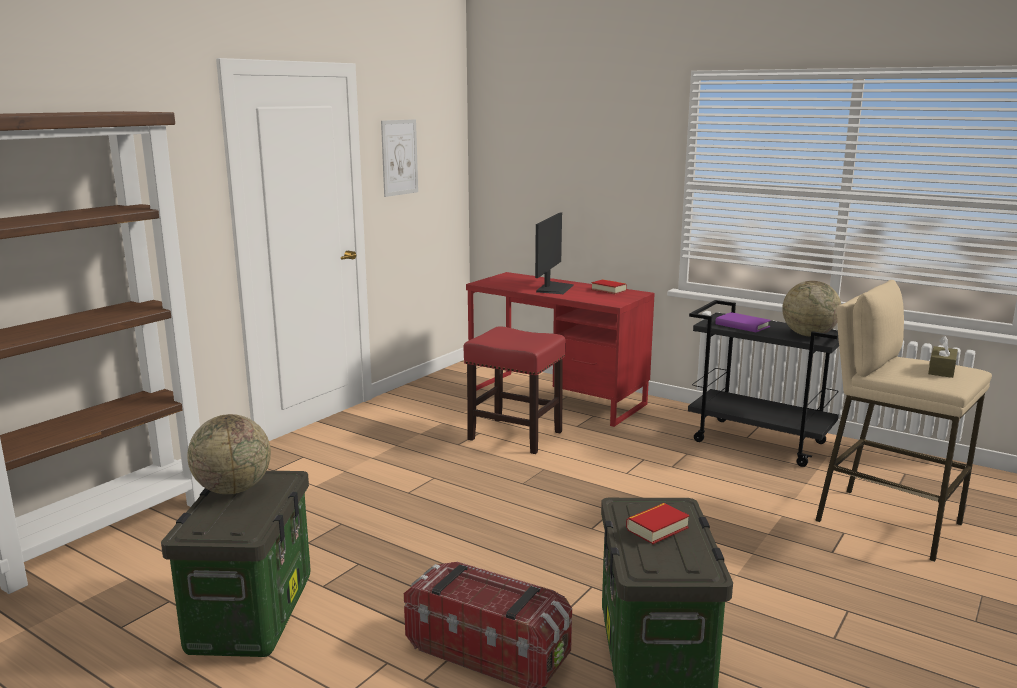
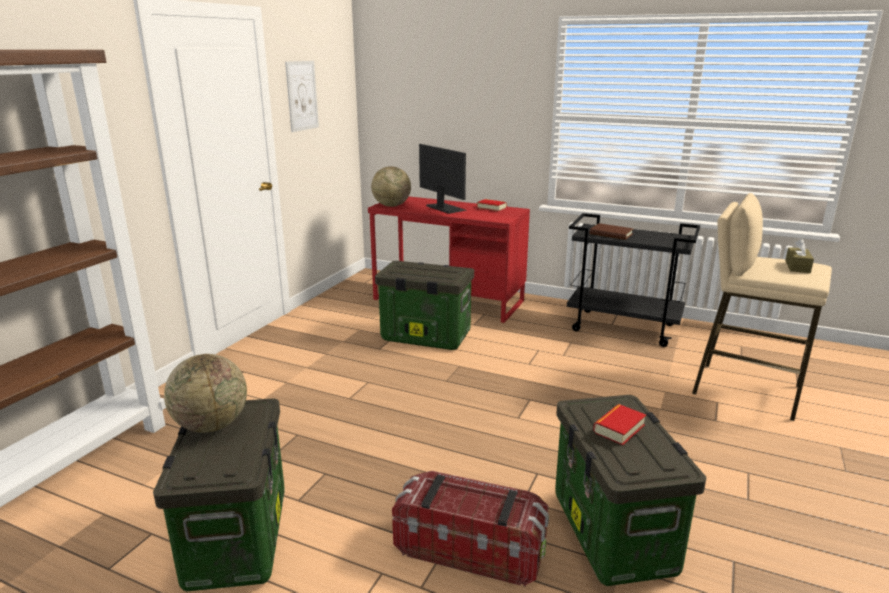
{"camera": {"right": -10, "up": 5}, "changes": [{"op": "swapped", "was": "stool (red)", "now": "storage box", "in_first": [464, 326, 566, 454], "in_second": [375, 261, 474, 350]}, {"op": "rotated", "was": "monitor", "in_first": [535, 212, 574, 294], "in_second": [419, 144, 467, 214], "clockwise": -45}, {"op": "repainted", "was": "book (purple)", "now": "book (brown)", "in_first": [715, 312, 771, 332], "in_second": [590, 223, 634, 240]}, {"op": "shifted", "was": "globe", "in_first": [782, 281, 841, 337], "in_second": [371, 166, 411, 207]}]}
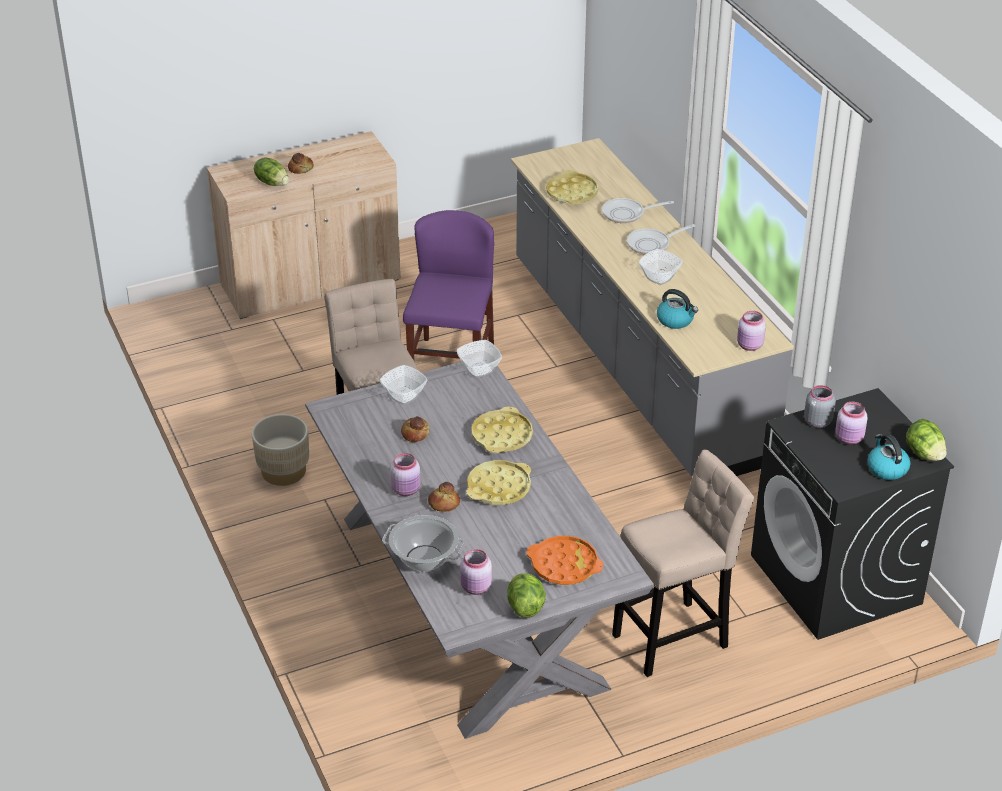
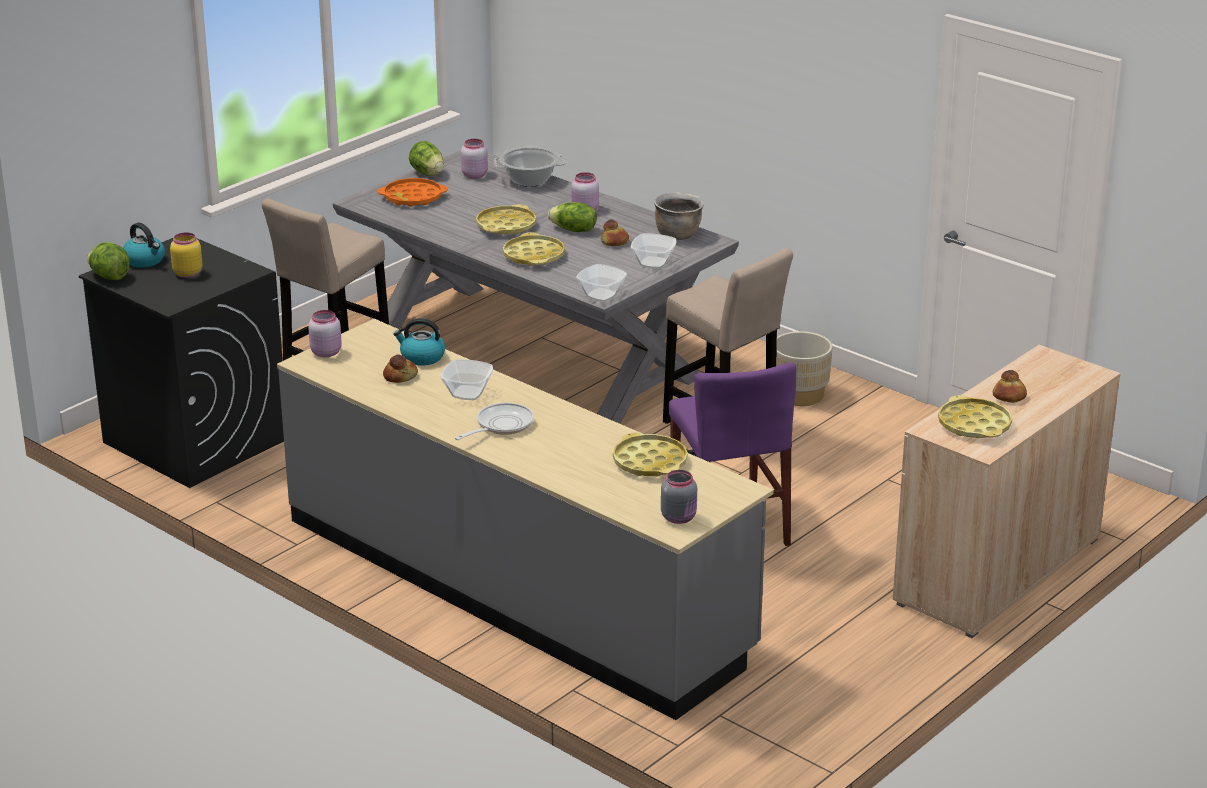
{"camera": {"right": 155, "up": -10}, "changes": [{"op": "shifted", "was": "lettuce", "in_first": [254, 157, 289, 186], "in_second": [548, 202, 597, 232]}, {"op": "shifted", "was": "bread", "in_first": [428, 482, 460, 512], "in_second": [383, 354, 418, 383]}, {"op": "gone", "was": "frying pan", "in_first": [602, 198, 674, 223]}, {"op": "shifted", "was": "jar (grey)", "in_first": [804, 385, 836, 428], "in_second": [661, 470, 697, 524]}, {"op": "repainted", "was": "jar (pink)", "now": "jar (yellow)", "in_first": [835, 402, 868, 445], "in_second": [170, 232, 203, 278]}, {"op": "new", "now": "cooking pot (brown)", "in_second": [654, 193, 704, 240]}, {"op": "new", "now": "tray (yellow)", "in_second": [938, 395, 1012, 438]}]}
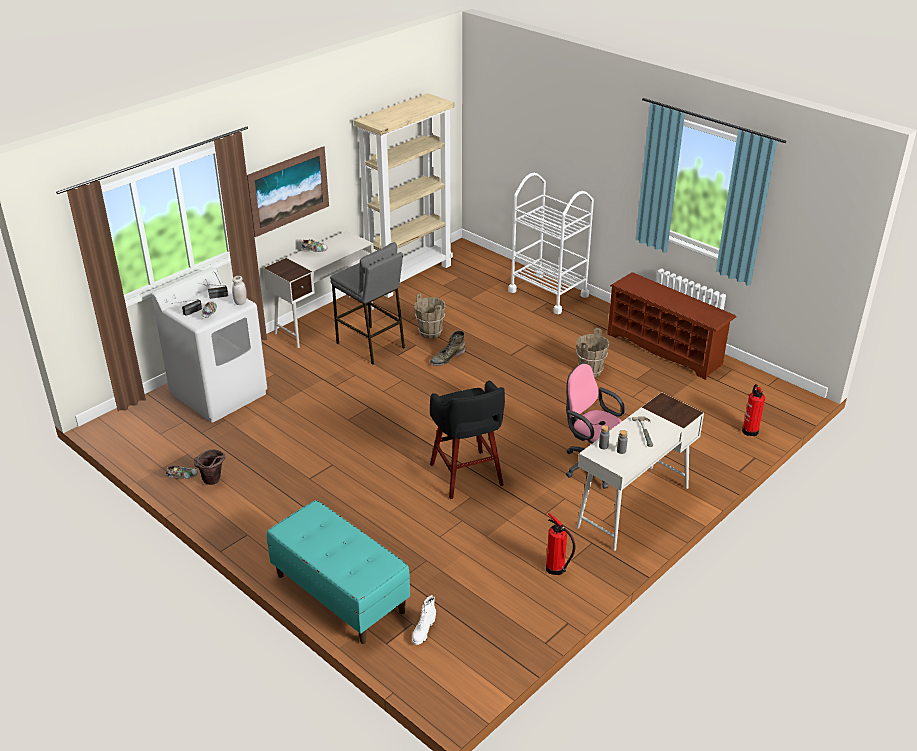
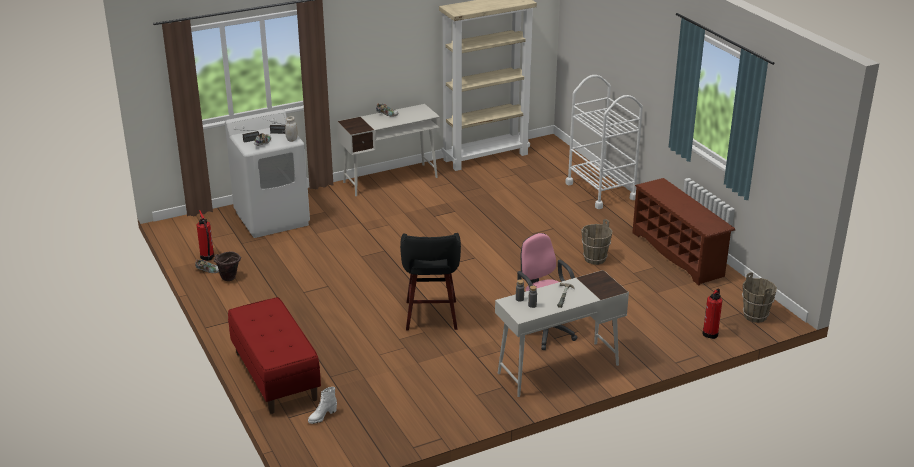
{"camera": {"right": 20, "up": -5}, "changes": [{"op": "gone", "was": "picture", "in_first": [247, 146, 329, 237]}, {"op": "repainted", "was": "bench (turquoise)", "now": "bench (red)", "in_first": [267, 500, 410, 644], "in_second": [228, 297, 321, 414]}, {"op": "gone", "was": "stool (grey)", "in_first": [330, 242, 405, 365]}, {"op": "shifted", "was": "bucket (brown)", "in_first": [414, 293, 445, 339], "in_second": [742, 272, 777, 323]}, {"op": "gone", "was": "boot (green)", "in_first": [430, 331, 465, 366]}, {"op": "shifted", "was": "fire extinguisher", "in_first": [546, 513, 575, 575], "in_second": [197, 210, 214, 261]}]}
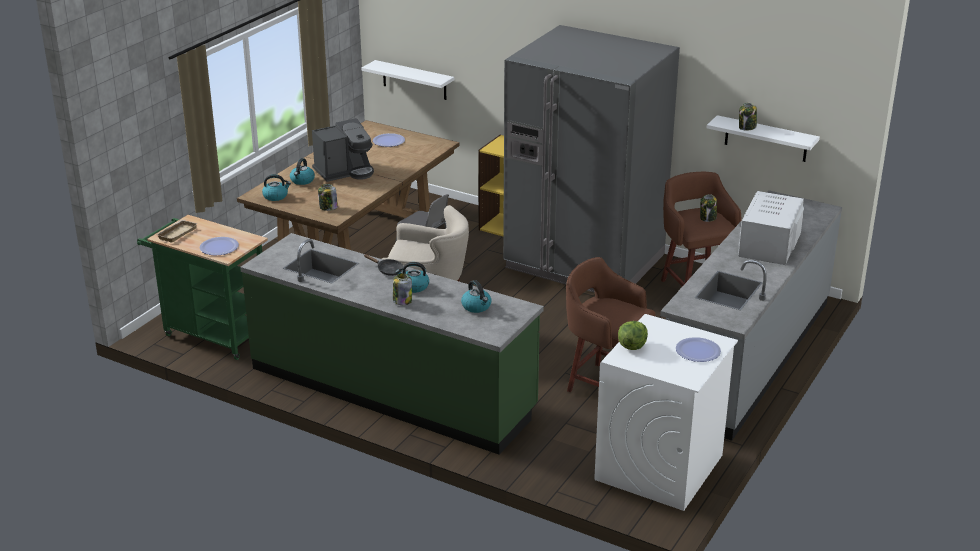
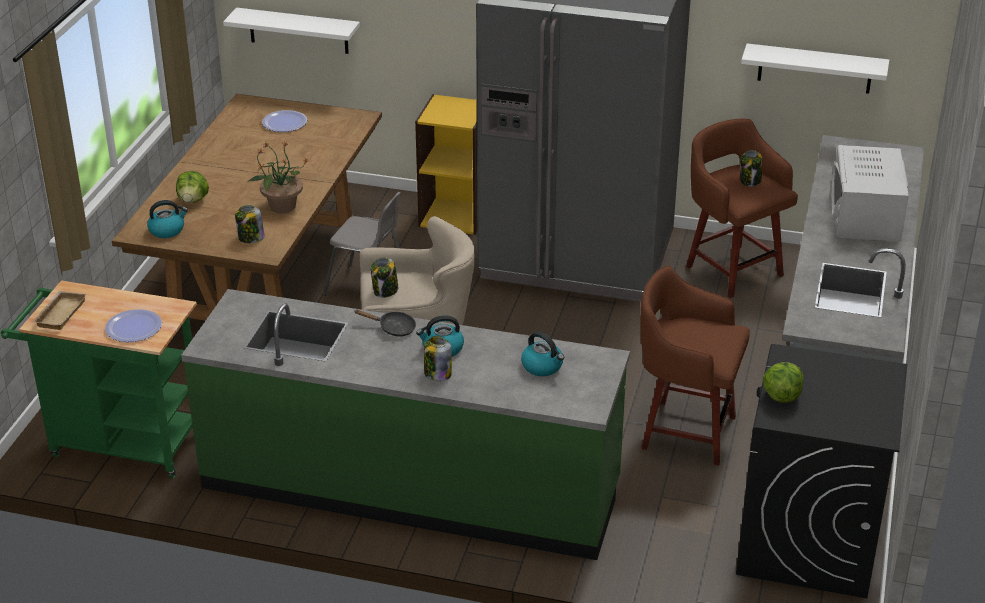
{"camera": {"right": -15, "up": 5}, "changes": [{"op": "swapped", "was": "kettle", "now": "lettuce", "in_first": [290, 158, 315, 185], "in_second": [176, 171, 209, 203]}, {"op": "gone", "was": "coffee machine", "in_first": [312, 118, 374, 182]}, {"op": "repainted", "was": "washing machine (white)", "now": "washing machine (black)", "in_first": [594, 314, 738, 511], "in_second": [736, 344, 907, 598]}, {"op": "gone", "was": "plate", "in_first": [676, 337, 721, 362]}, {"op": "shifted", "was": "jar", "in_first": [739, 103, 757, 131], "in_second": [371, 257, 398, 298]}, {"op": "new", "now": "potted plant", "in_second": [248, 141, 309, 213]}]}
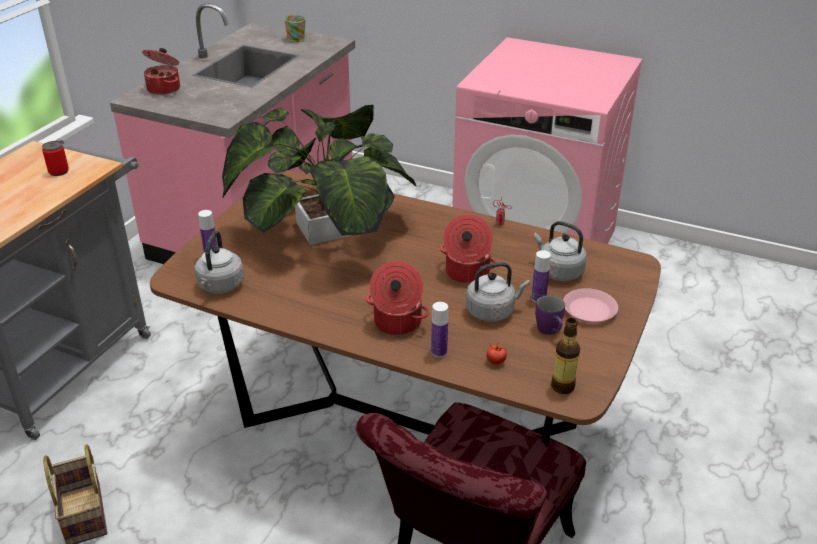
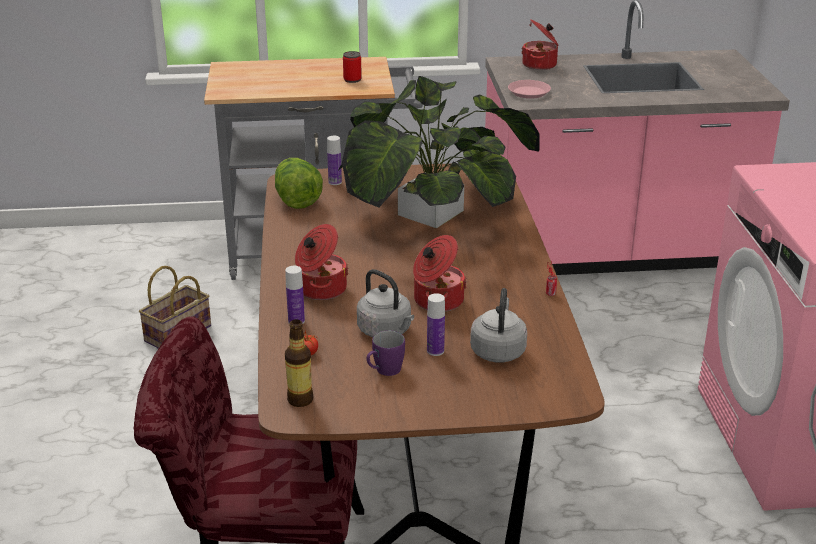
{"camera": {"right": 60, "up": -5}, "changes": [{"op": "swapped", "was": "kettle (grey)", "now": "lettuce", "in_first": [195, 231, 244, 294], "in_second": [275, 158, 323, 209]}, {"op": "gone", "was": "mug", "in_first": [284, 15, 306, 42]}, {"op": "shifted", "was": "plate (pink)", "in_first": [563, 288, 618, 323], "in_second": [508, 80, 551, 99]}]}
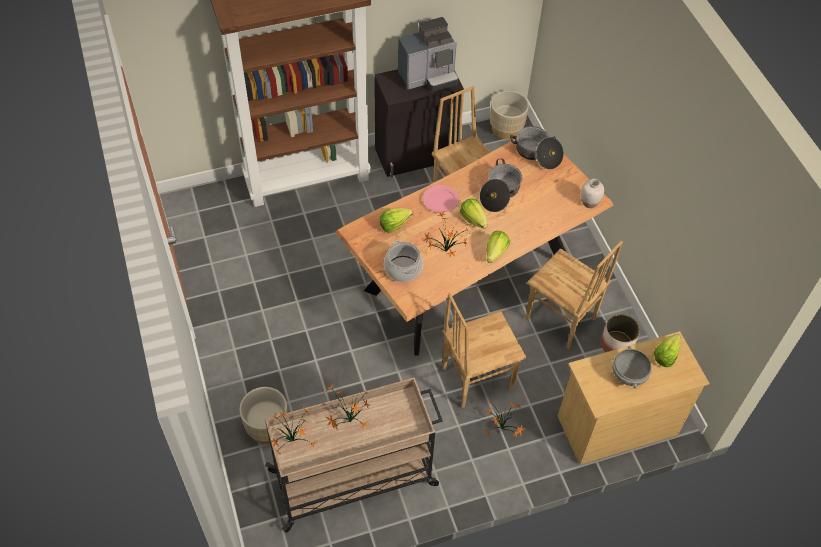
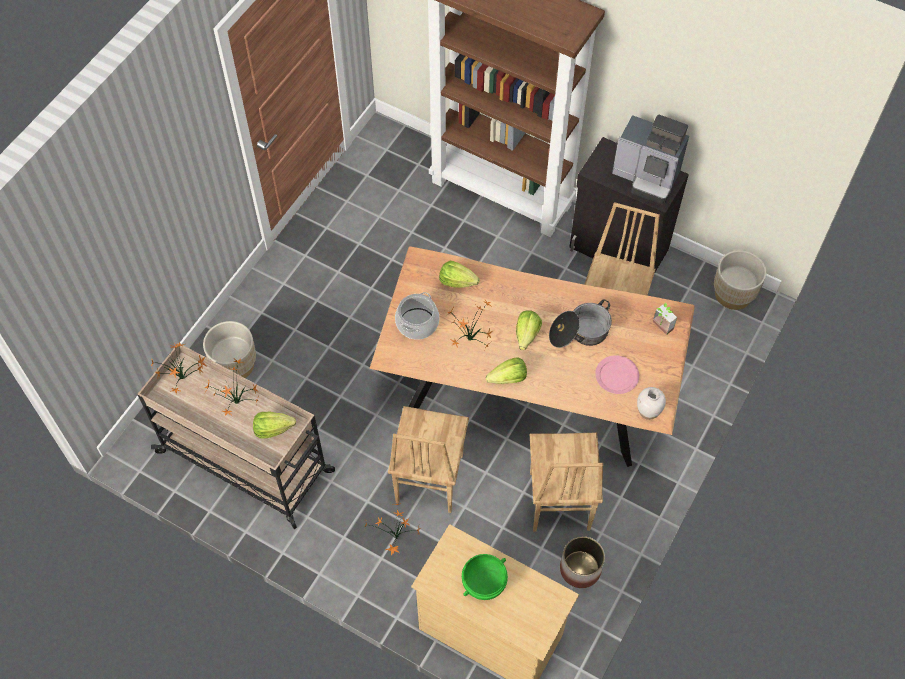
{"camera": {"right": 50, "up": 5}, "changes": [{"op": "shifted", "was": "plate (pink)", "in_first": [423, 185, 459, 213], "in_second": [595, 355, 639, 394]}, {"op": "rotated", "was": "chair (brown)", "in_first": [443, 293, 526, 408], "in_second": [388, 406, 469, 513], "clockwise": -105}, {"op": "swapped", "was": "cooking pot", "now": "potted plant", "in_first": [510, 126, 564, 170], "in_second": [653, 302, 677, 335]}, {"op": "repainted", "was": "bowl (grey)", "now": "bowl (green)", "in_first": [612, 346, 652, 389], "in_second": [462, 554, 508, 600]}, {"op": "shifted", "was": "lettuce", "in_first": [654, 334, 680, 367], "in_second": [253, 412, 296, 439]}]}
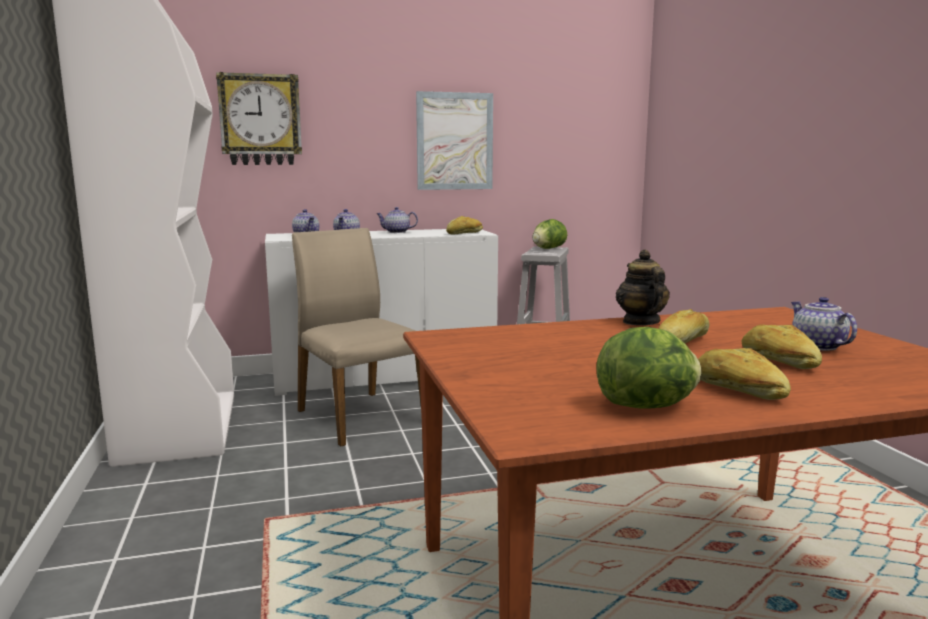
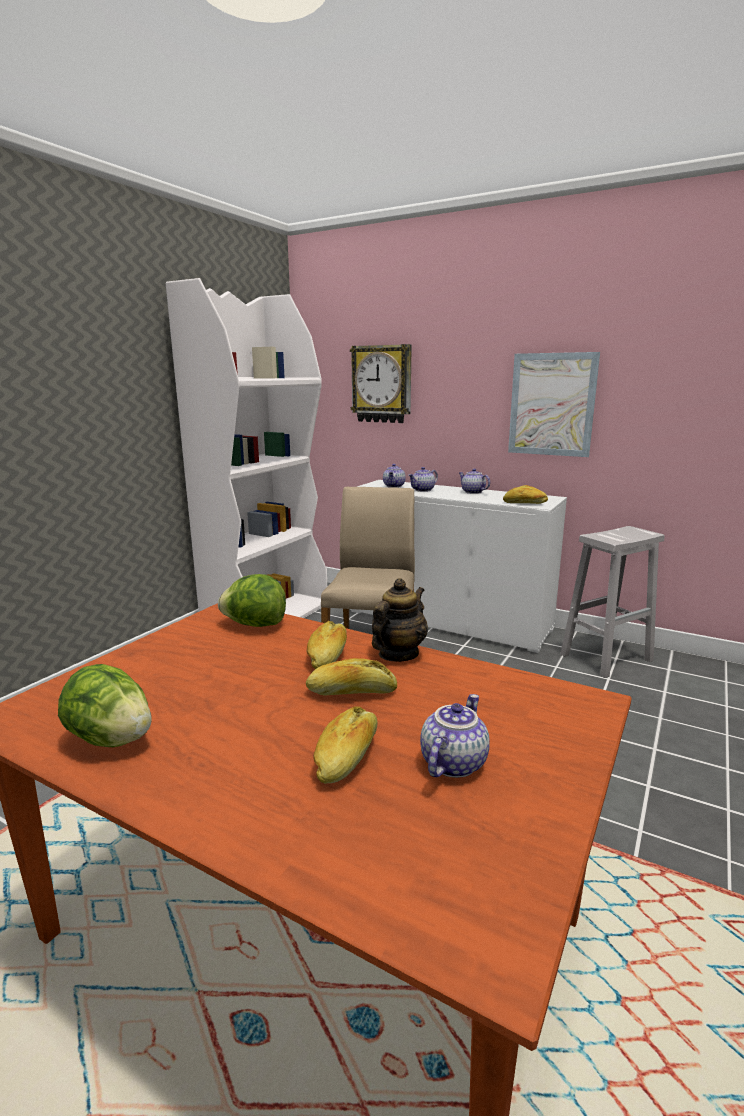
{"camera": {"right": 45, "up": 5}, "changes": [{"op": "shifted", "was": "lettuce", "in_first": [532, 219, 567, 249], "in_second": [218, 574, 286, 627]}, {"op": "shifted", "was": "bread", "in_first": [698, 348, 791, 400], "in_second": [306, 621, 347, 669]}]}
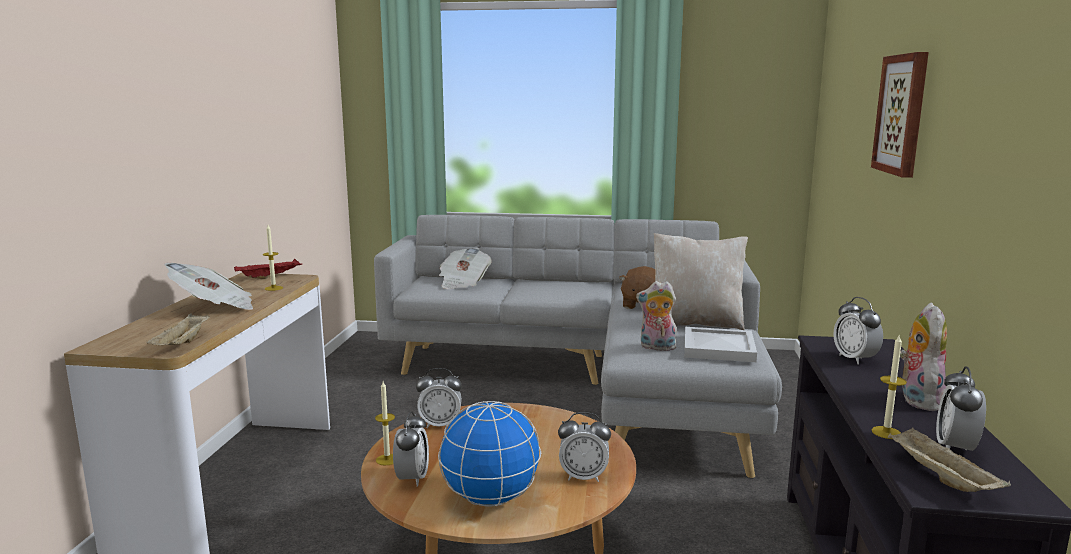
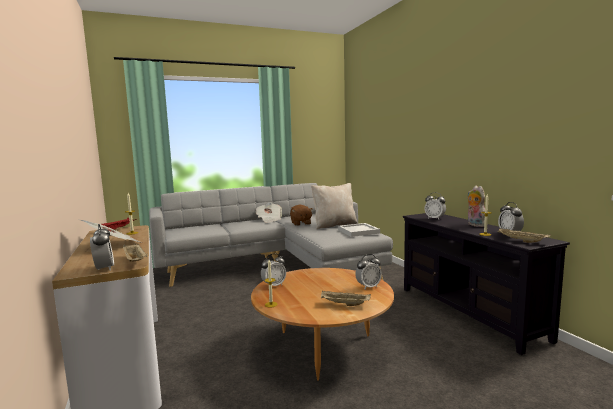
{"camera": {"right": -30, "up": -5}, "changes": [{"op": "shifted", "was": "alarm clock", "in_first": [393, 411, 429, 487], "in_second": [90, 224, 114, 271]}, {"op": "swapped", "was": "globe", "now": "tray (beige)", "in_first": [438, 401, 541, 507], "in_second": [321, 291, 371, 306]}, {"op": "shifted", "was": "newspaper", "in_first": [439, 248, 492, 289], "in_second": [255, 203, 282, 223]}, {"op": "gone", "was": "plush toy", "in_first": [636, 281, 677, 351]}, {"op": "gone", "was": "picture", "in_first": [871, 52, 929, 178]}]}
